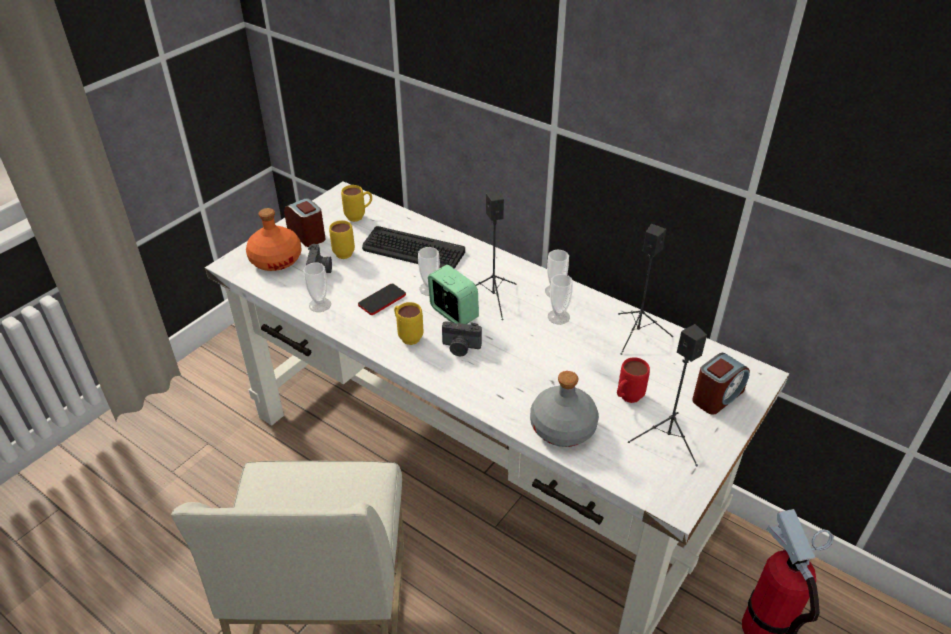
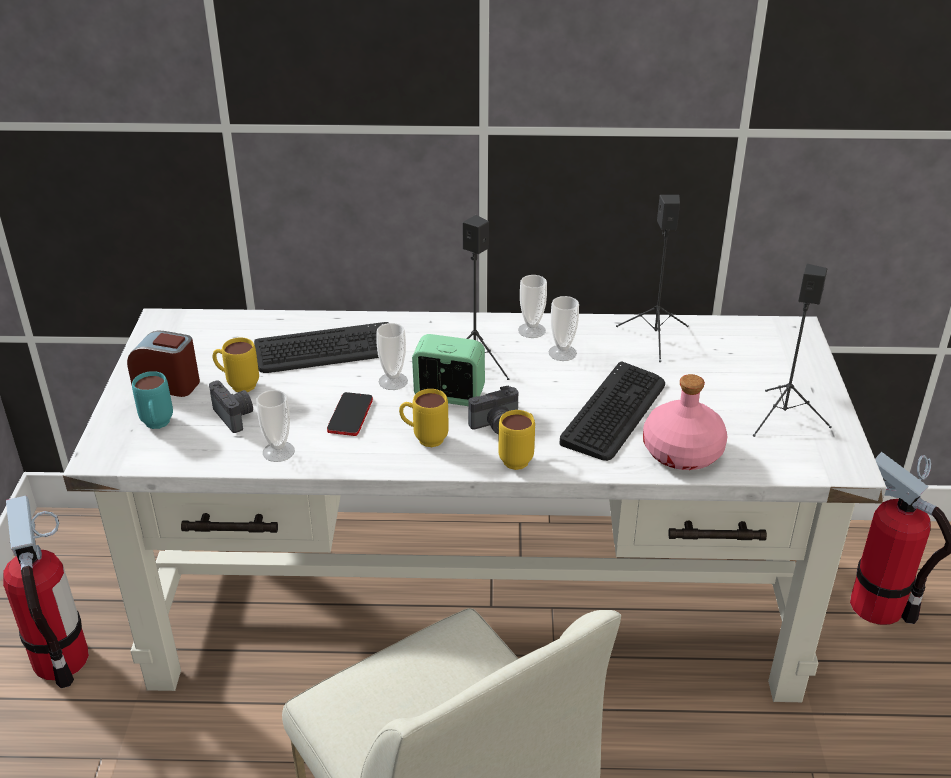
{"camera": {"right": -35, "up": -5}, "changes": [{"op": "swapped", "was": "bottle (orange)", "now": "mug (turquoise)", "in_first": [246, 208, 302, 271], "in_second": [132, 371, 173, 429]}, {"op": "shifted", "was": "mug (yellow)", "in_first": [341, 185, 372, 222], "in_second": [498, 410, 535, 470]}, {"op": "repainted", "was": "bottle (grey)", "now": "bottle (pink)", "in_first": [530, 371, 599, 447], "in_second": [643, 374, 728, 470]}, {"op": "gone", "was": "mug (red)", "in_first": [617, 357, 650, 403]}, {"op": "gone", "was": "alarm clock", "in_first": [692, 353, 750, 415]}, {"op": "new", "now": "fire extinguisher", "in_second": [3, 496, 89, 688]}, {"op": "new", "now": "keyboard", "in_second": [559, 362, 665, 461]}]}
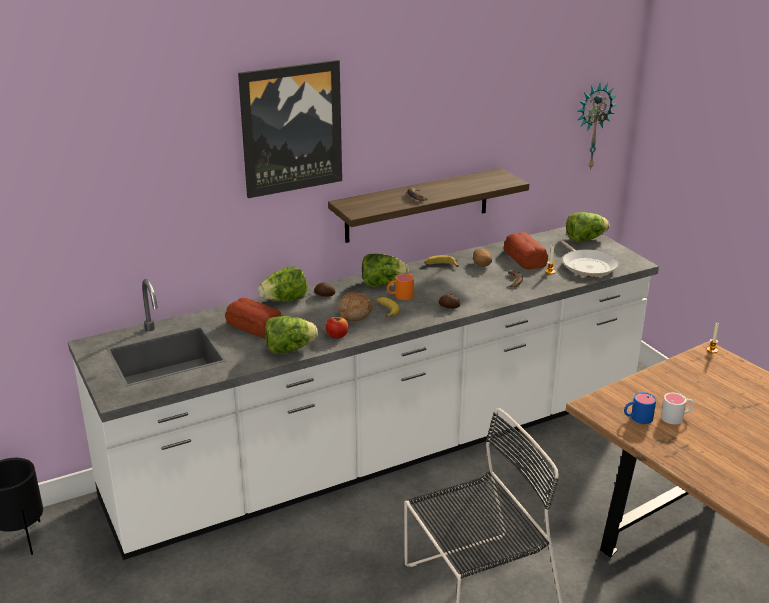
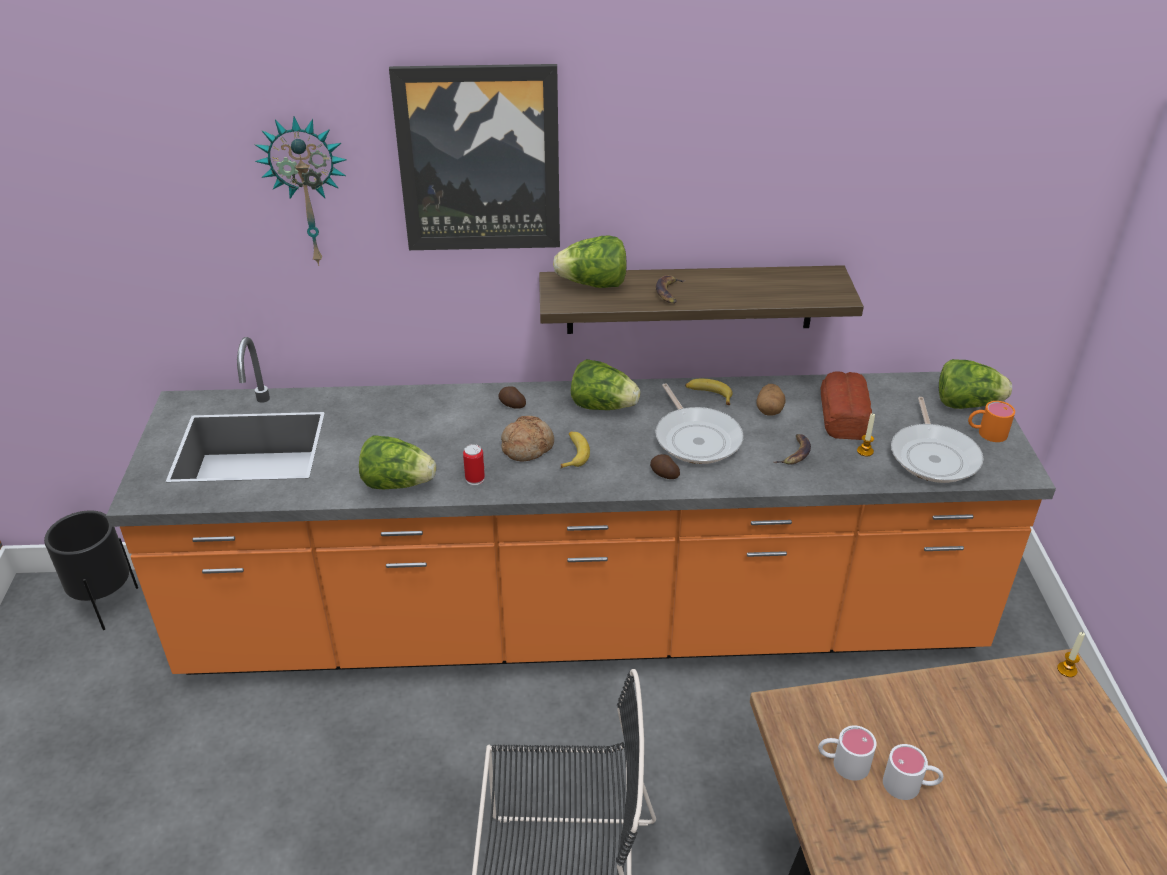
{"camera": {"right": 25, "up": 10}, "changes": [{"op": "repainted", "was": "counter (white)", "now": "counter (orange)", "in_first": [68, 227, 659, 560], "in_second": [106, 337, 1056, 675]}, {"op": "gone", "was": "bread", "in_first": [225, 298, 283, 339]}, {"op": "shifted", "was": "lettuce", "in_first": [258, 266, 307, 301], "in_second": [553, 235, 627, 288]}, {"op": "swapped", "was": "apple", "now": "can", "in_first": [326, 317, 348, 338], "in_second": [463, 444, 485, 485]}, {"op": "shifted", "was": "mug (orange)", "in_first": [387, 273, 414, 300], "in_second": [968, 401, 1015, 442]}, {"op": "shifted", "was": "wall clock", "in_first": [578, 83, 617, 170], "in_second": [255, 116, 347, 266]}, {"op": "repainted", "was": "mug (blue)", "now": "mug (white)", "in_first": [624, 392, 656, 424], "in_second": [818, 725, 877, 781]}, {"op": "new", "now": "frying pan", "in_second": [655, 383, 744, 464]}]}
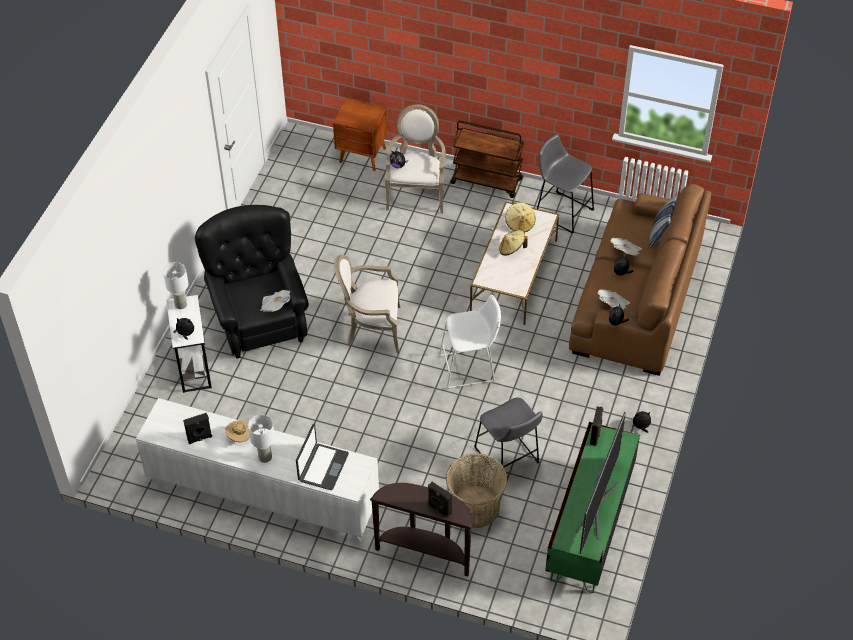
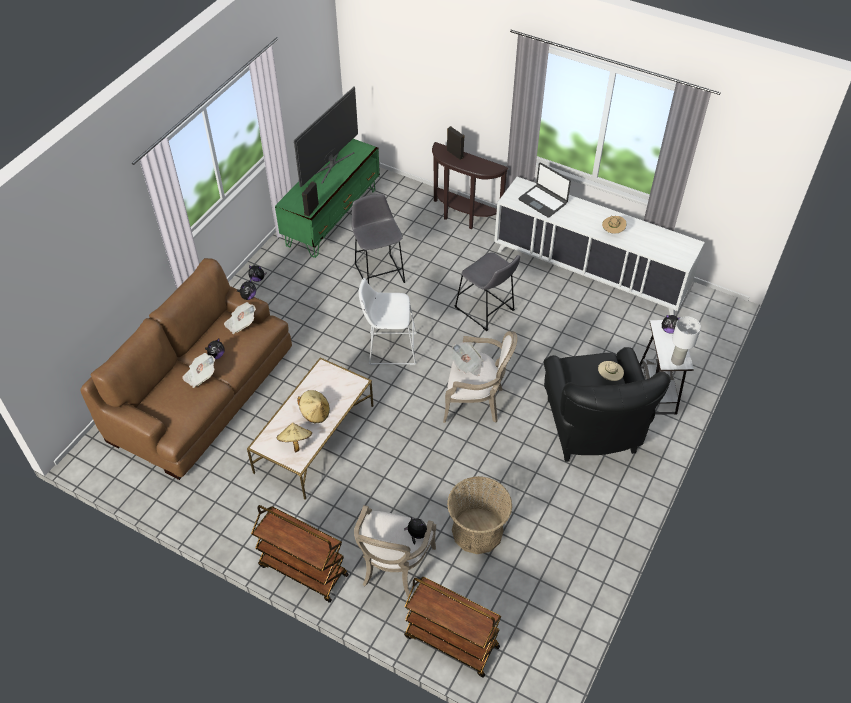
{"camera": {"right": -170, "up": 0}, "changes": [{"op": "gone", "was": "speaker (black)", "in_first": [183, 413, 212, 444]}, {"op": "gone", "was": "table lamp (white)", "in_first": [248, 415, 275, 463]}, {"op": "shifted", "was": "newspaper", "in_first": [260, 290, 290, 312], "in_second": [451, 342, 484, 376]}, {"op": "rotated", "was": "laptop", "in_first": [296, 424, 349, 490], "in_second": [518, 163, 571, 218], "clockwise": -75}, {"op": "swapped", "was": "nightstand (brown)", "now": "cart (brown)", "in_first": [333, 98, 387, 171], "in_second": [404, 577, 501, 678]}, {"op": "shifted", "was": "basket", "in_first": [446, 453, 507, 528], "in_second": [447, 476, 512, 554]}, {"op": "shifted", "was": "stool (grey)", "in_first": [537, 134, 594, 234], "in_second": [455, 252, 520, 331]}, {"op": "gone", "was": "pillow", "in_first": [649, 193, 678, 248]}, {"op": "new", "now": "hat (beige)", "in_second": [598, 361, 624, 381]}]}
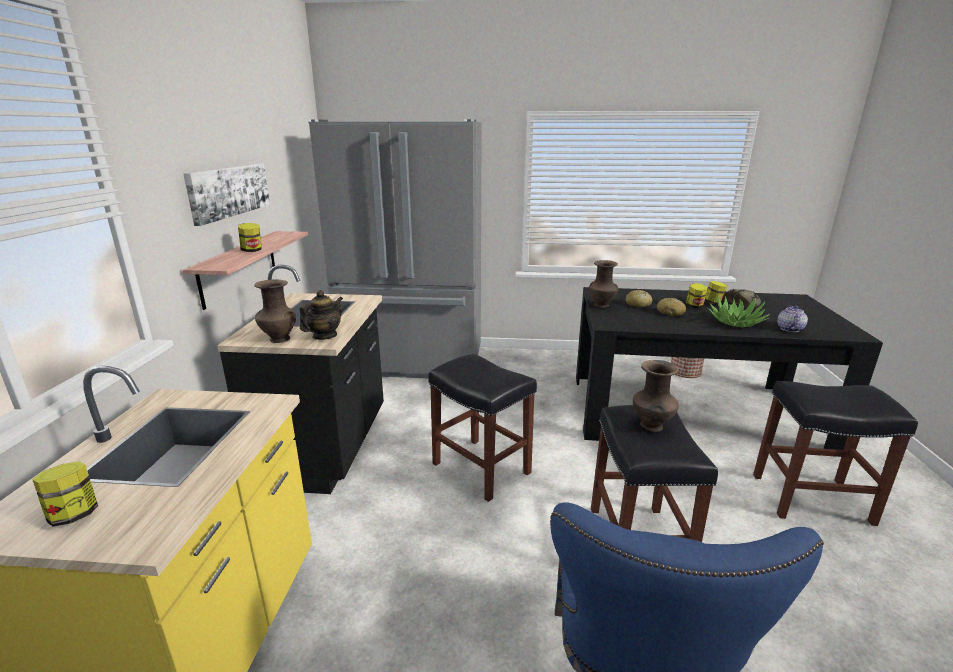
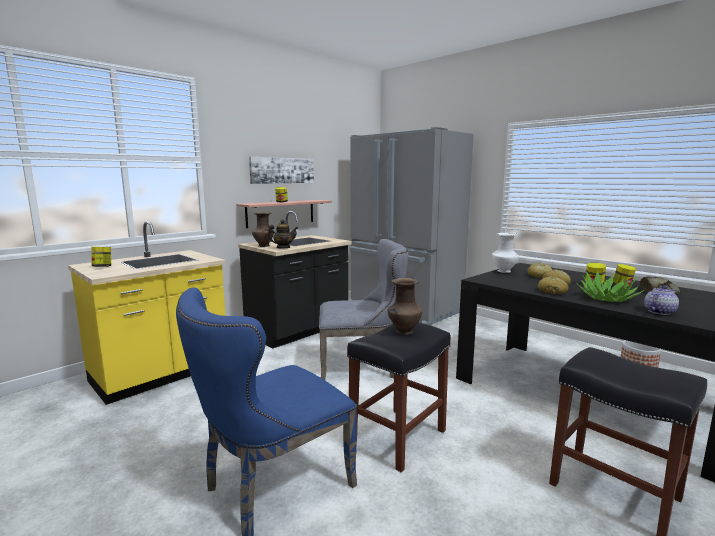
{"camera": {"right": 40, "up": -10}, "changes": [{"op": "swapped", "was": "stool (black)", "now": "chair (grey)", "in_first": [428, 353, 537, 502], "in_second": [319, 239, 408, 380]}, {"op": "repainted", "was": "vase (brown)", "now": "vase (white)", "in_first": [589, 260, 618, 308], "in_second": [493, 233, 519, 273]}, {"op": "new", "now": "bread", "in_second": [538, 277, 568, 294]}]}
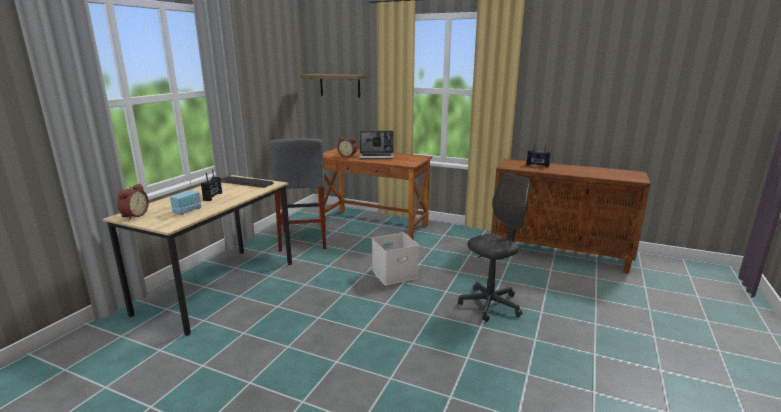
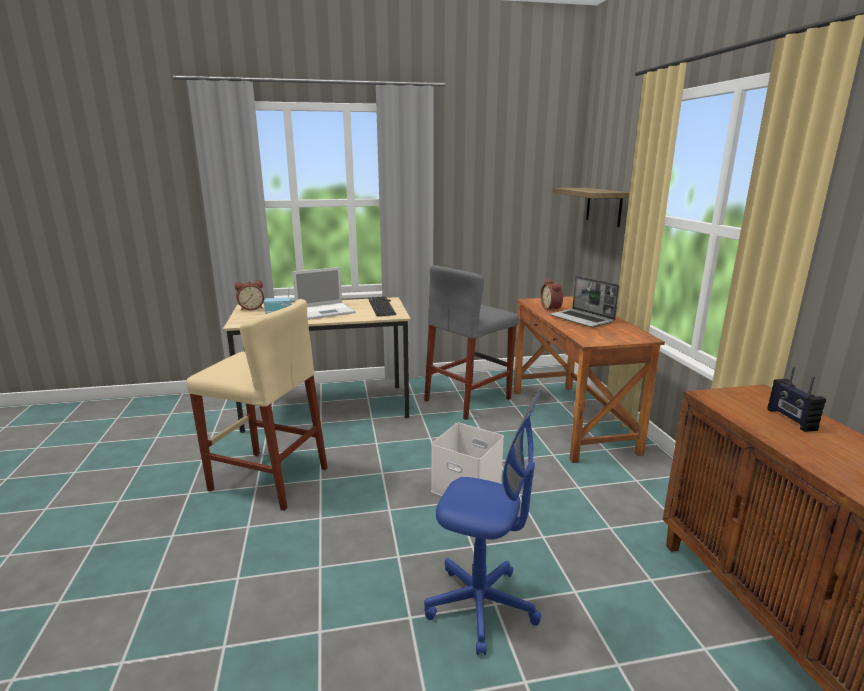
{"camera": {"right": 55, "up": 0}, "changes": [{"op": "swapped", "was": "radio", "now": "laptop", "in_first": [201, 170, 222, 201], "in_second": [292, 267, 355, 320]}, {"op": "repainted", "was": "office chair (grey)", "now": "office chair (blue)", "in_first": [458, 173, 530, 322], "in_second": [424, 390, 542, 655]}, {"op": "new", "now": "stool (beige)", "in_second": [187, 299, 328, 511]}]}
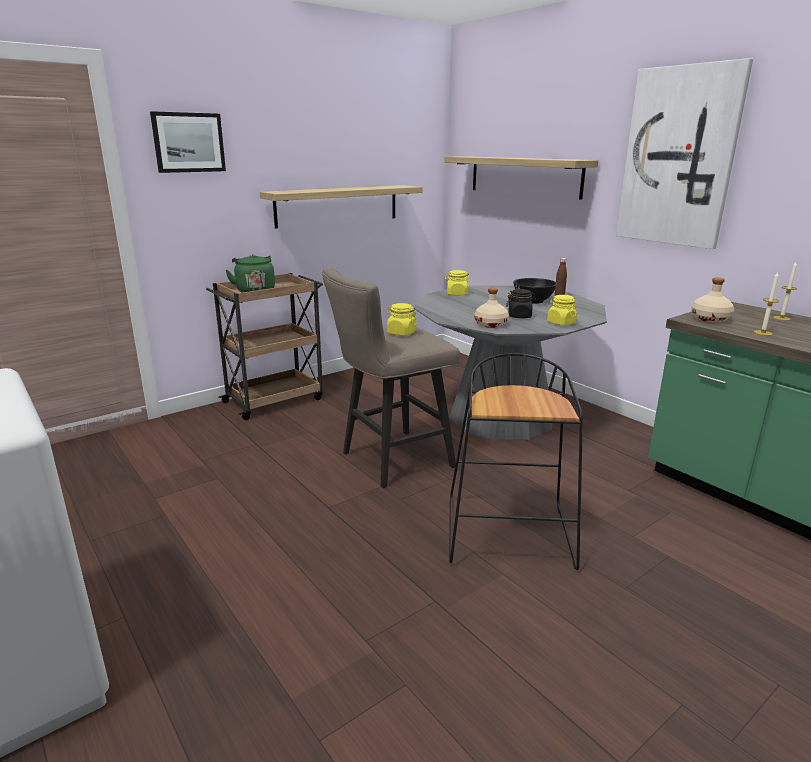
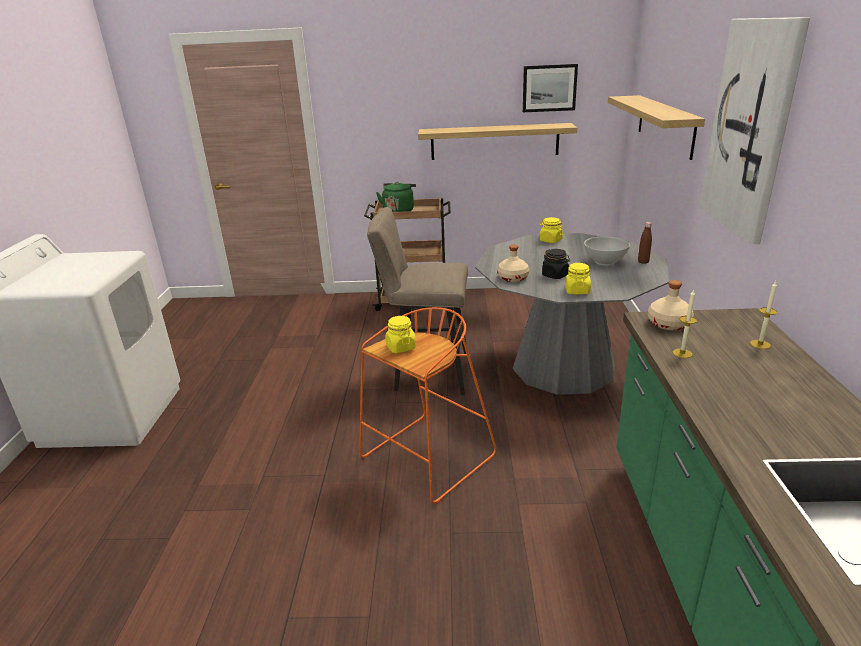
{"camera": {"right": 40, "up": 5}, "changes": [{"op": "shifted", "was": "picture", "in_first": [150, 111, 226, 173], "in_second": [523, 64, 578, 112]}, {"op": "shifted", "was": "jar (yellow)", "in_first": [386, 303, 417, 336], "in_second": [385, 316, 416, 353]}, {"op": "repainted", "was": "stool (black)", "now": "stool (orange)", "in_first": [449, 353, 583, 570], "in_second": [359, 307, 496, 503]}, {"op": "repainted", "was": "bowl (black)", "now": "bowl (white)", "in_first": [513, 278, 557, 304], "in_second": [584, 237, 630, 266]}]}
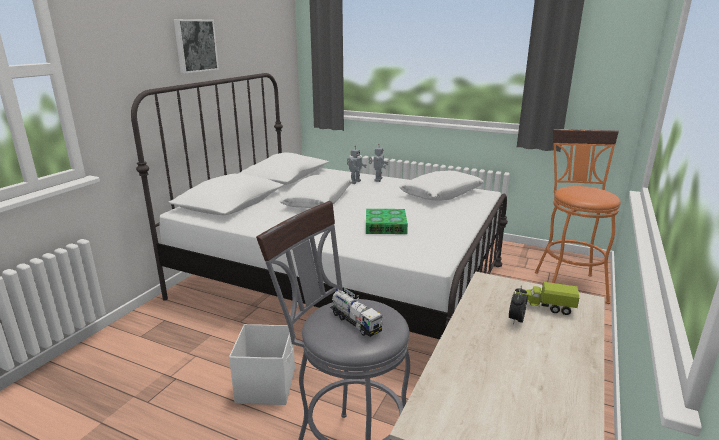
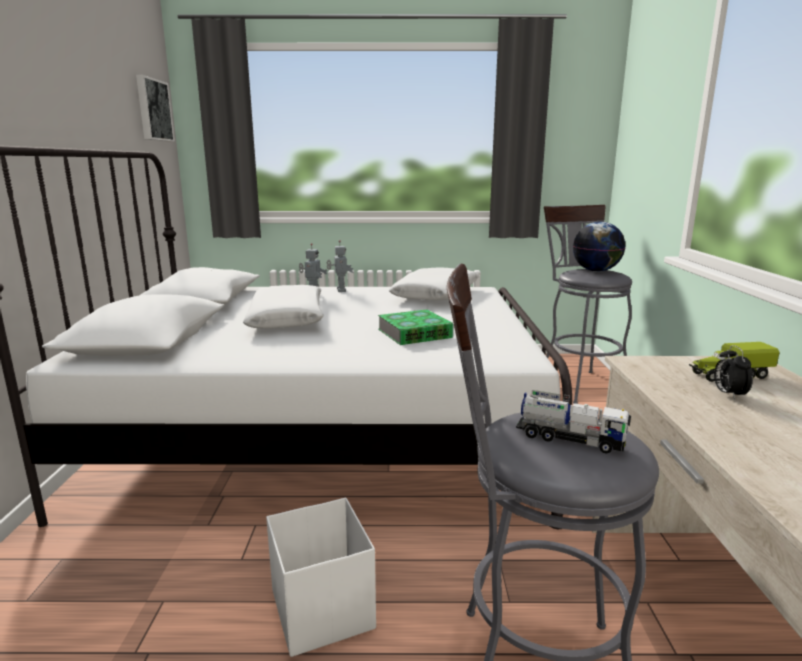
{"camera": {"right": -25, "up": -5}, "changes": [{"op": "shifted", "was": "picture", "in_first": [174, 19, 219, 74], "in_second": [136, 75, 175, 142]}, {"op": "repainted", "was": "stool (orange)", "now": "stool (grey)", "in_first": [535, 129, 621, 304], "in_second": [544, 205, 632, 404]}, {"op": "new", "now": "globe", "in_second": [573, 222, 626, 272]}]}
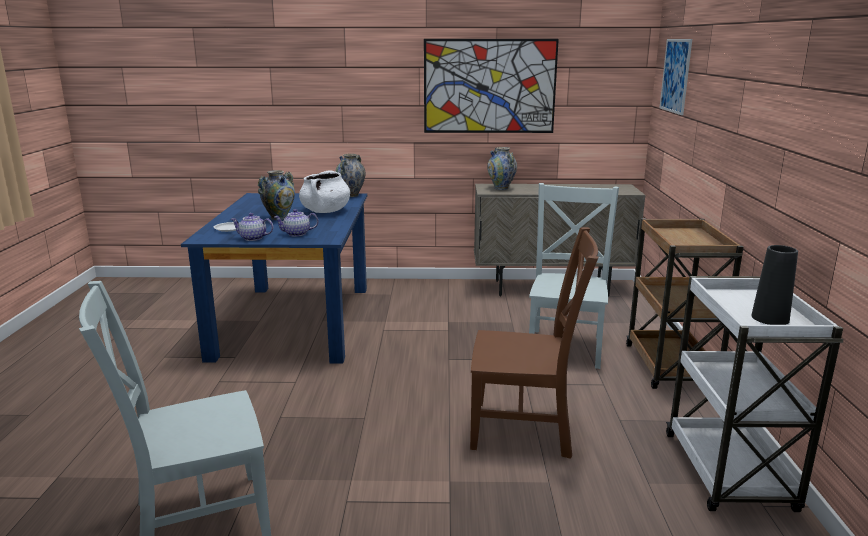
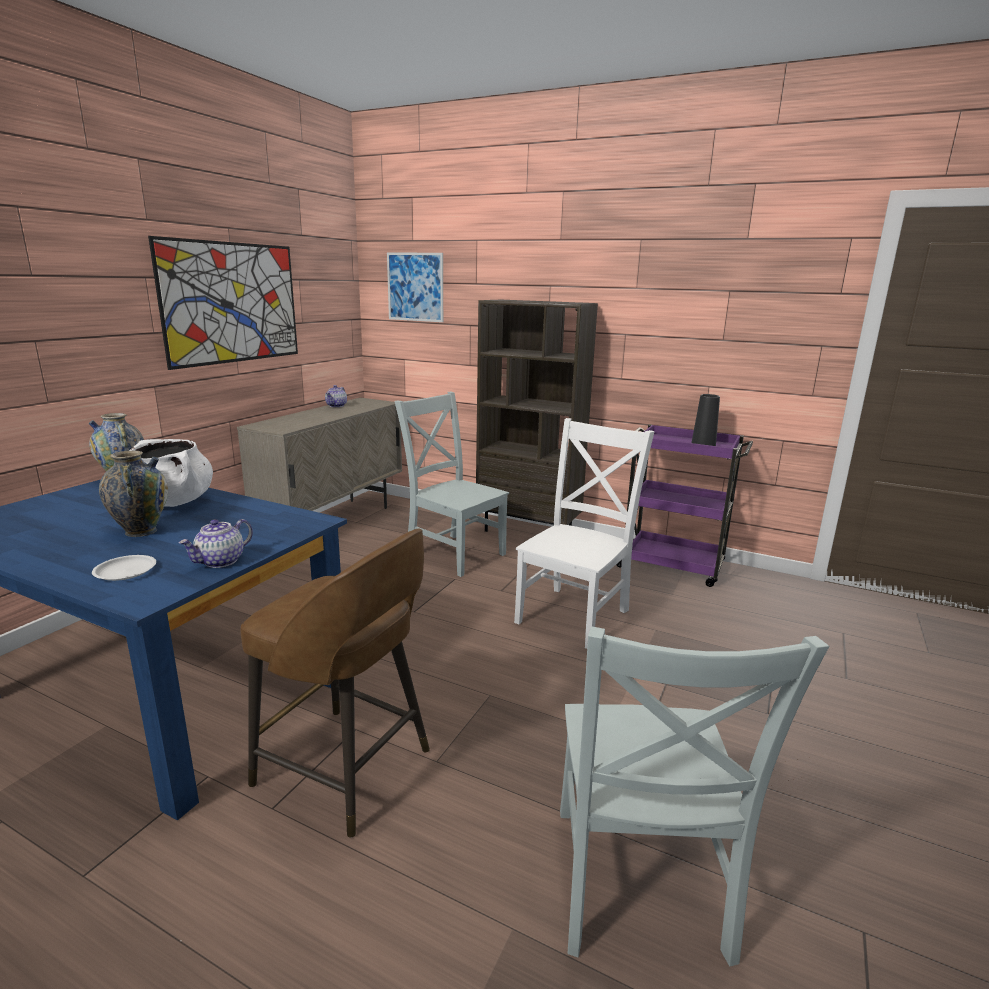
{"camera": {"right": -65, "up": 0}, "changes": [{"op": "shifted", "was": "teapot", "in_first": [274, 209, 318, 237], "in_second": [325, 385, 347, 407]}, {"op": "repainted", "was": "chair (brown)", "now": "chair (white)", "in_first": [470, 227, 599, 459], "in_second": [514, 418, 655, 649]}, {"op": "gone", "was": "vase", "in_first": [487, 147, 517, 190]}, {"op": "swapped", "was": "cart (brown)", "now": "bookcase (brown)", "in_first": [626, 218, 743, 389], "in_second": [476, 300, 598, 532]}, {"op": "repainted", "was": "cart (white)", "now": "cart (purple)", "in_first": [666, 276, 843, 512], "in_second": [616, 424, 753, 587]}, {"op": "new", "now": "stool (brown)", "in_second": [240, 528, 430, 838]}]}
